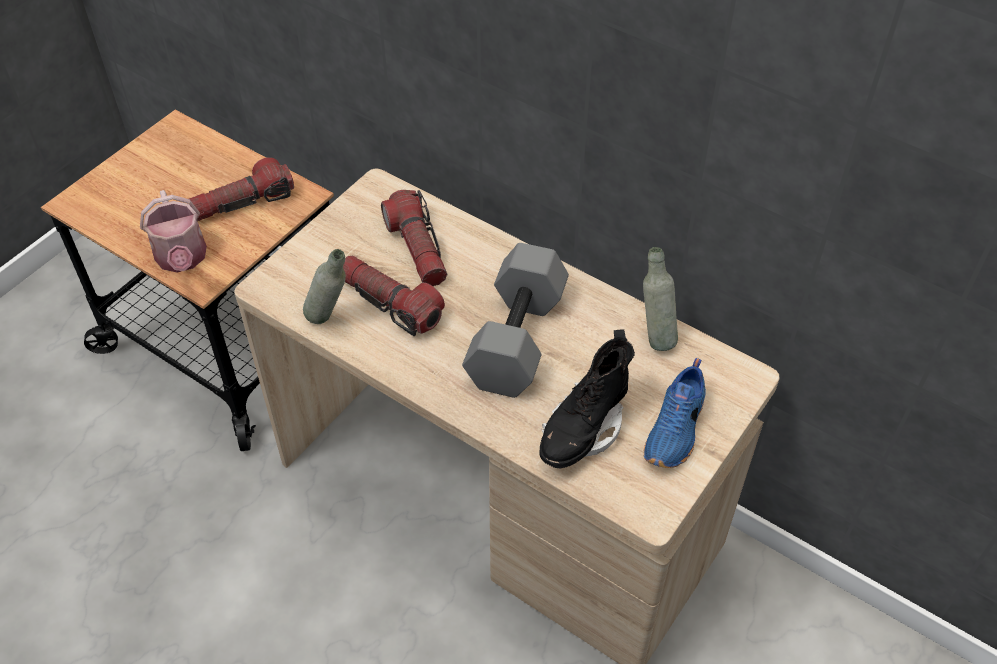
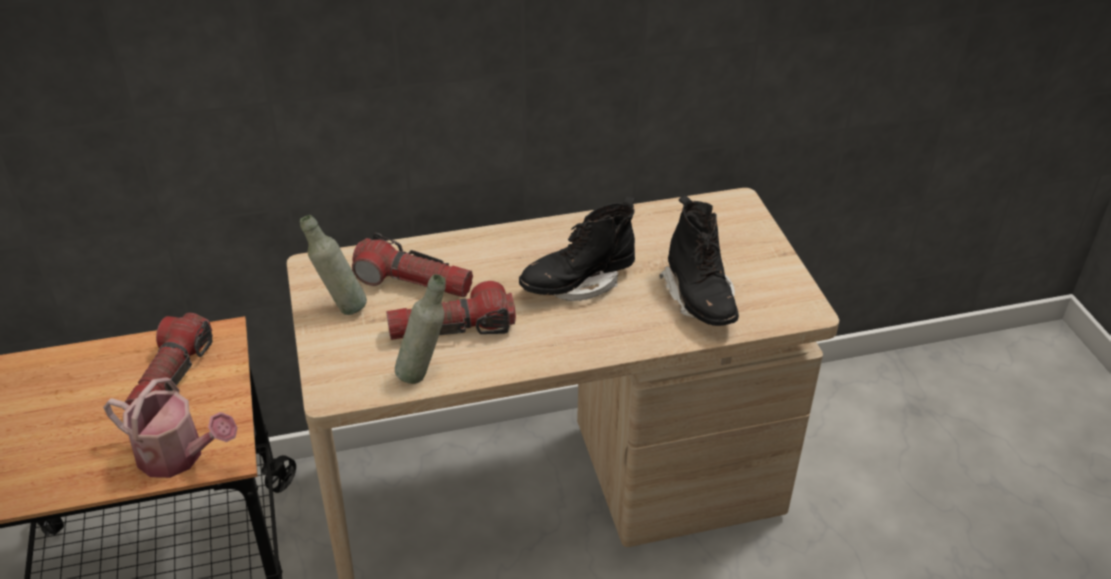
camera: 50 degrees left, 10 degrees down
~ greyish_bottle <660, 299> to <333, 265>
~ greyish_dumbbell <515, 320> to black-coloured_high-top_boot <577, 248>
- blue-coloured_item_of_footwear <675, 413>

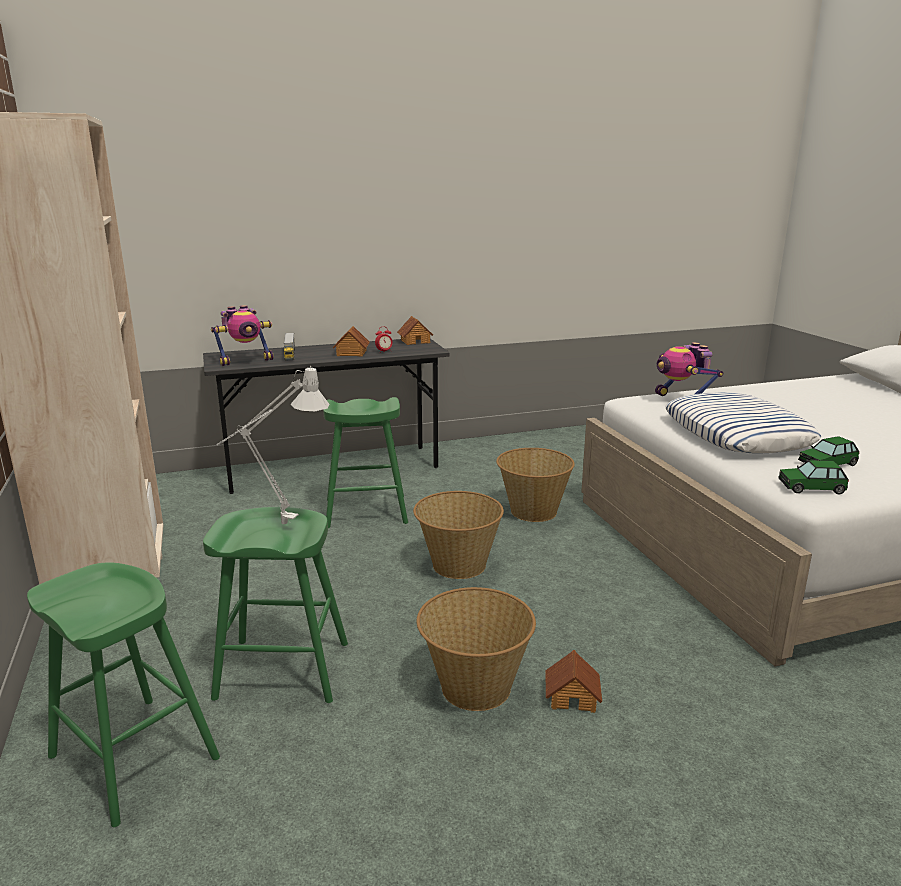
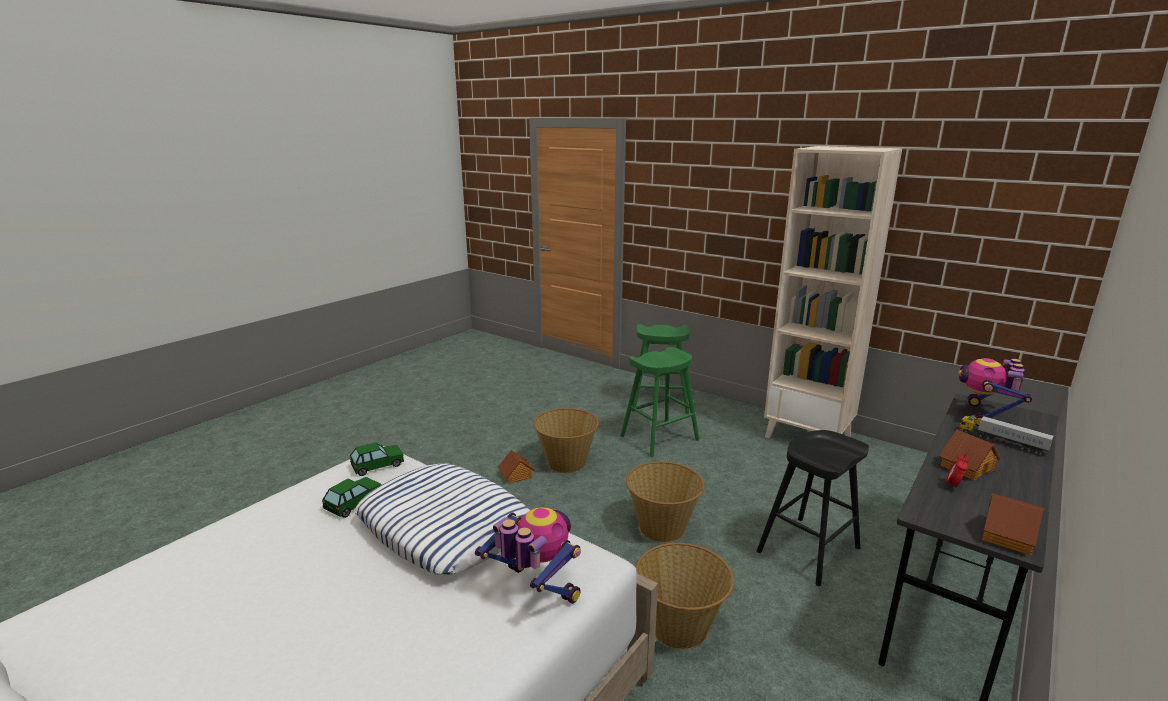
camera: 145 degrees right, 0 degrees up
~ green-coloured_stool_seat <365, 462> to black-coloured_stool_seat <813, 508>
- greyish_lamp_for_a_table <273, 445>

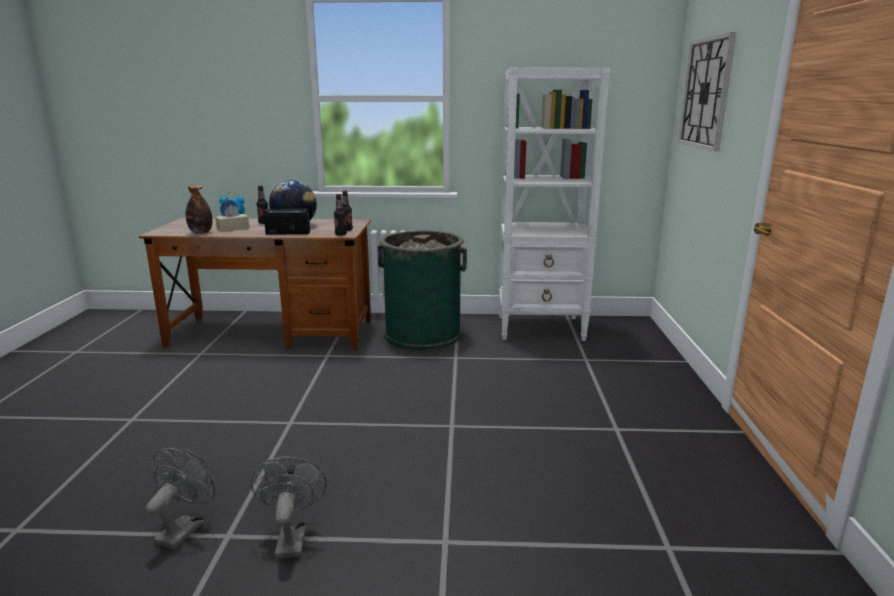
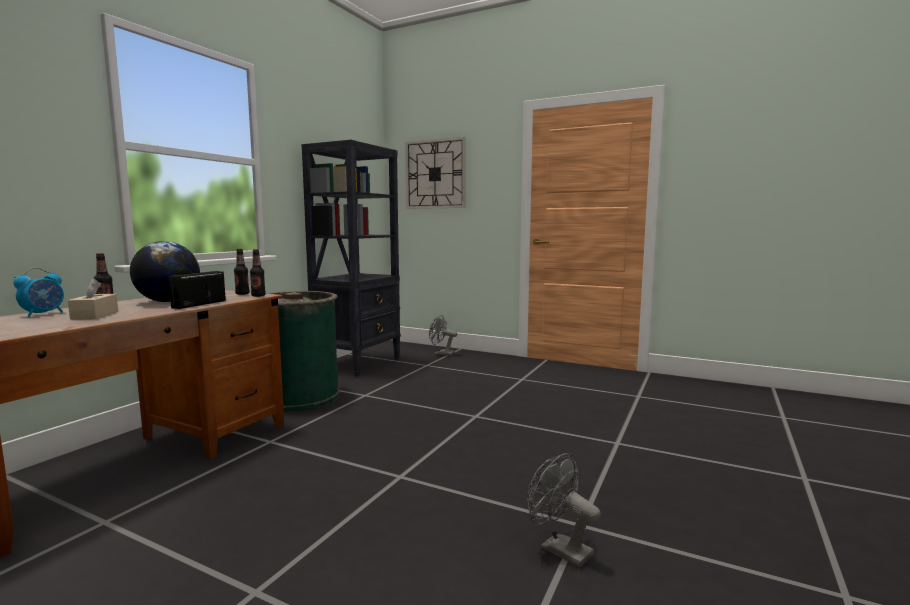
camera: 65 degrees left, 10 degrees down
~ white_bookcase <554, 204> to black-coloured_bookcase <351, 258>
~ greyish_cooling_fan <288, 507> to <443, 335>
- bottle <199, 209>

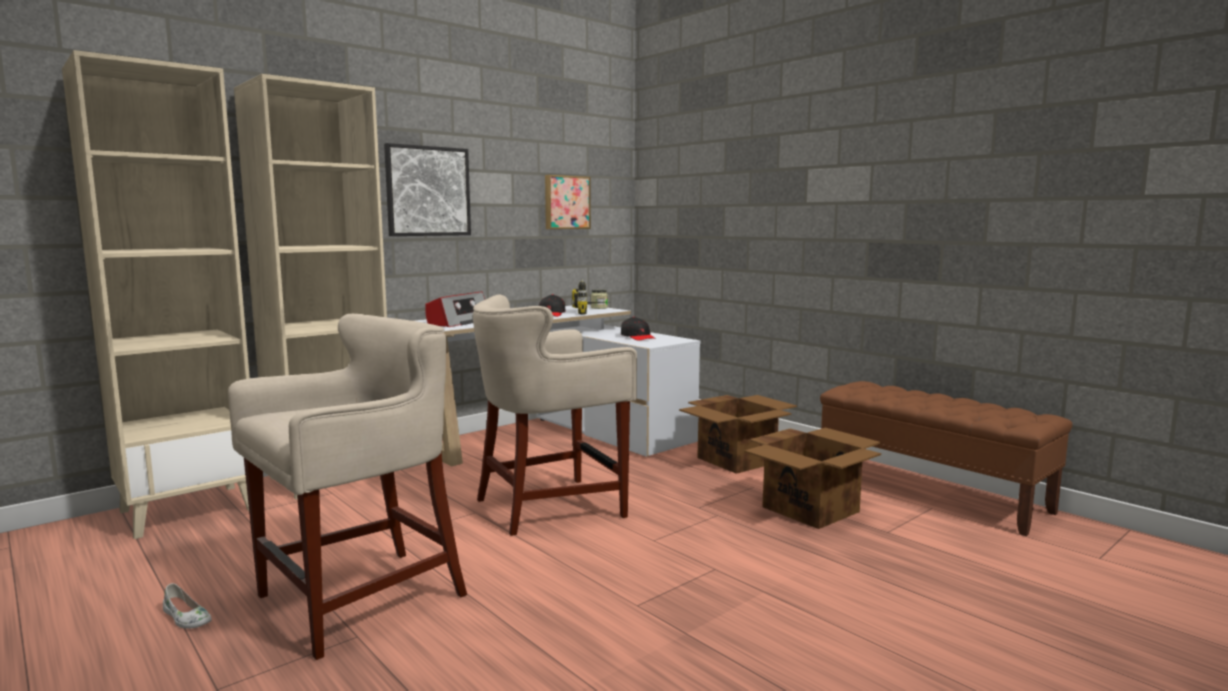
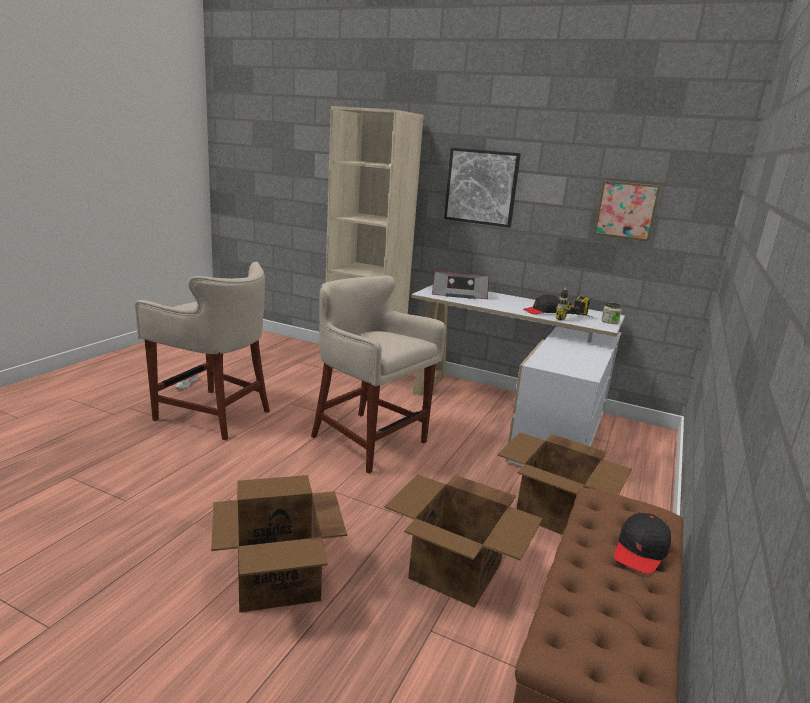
camera: 65 degrees right, 10 degrees up
+ carton <279, 544>
~ black-coloured_baseball_cap <638, 329> to <642, 544>
- beige-coloured_bookcase <156, 294>

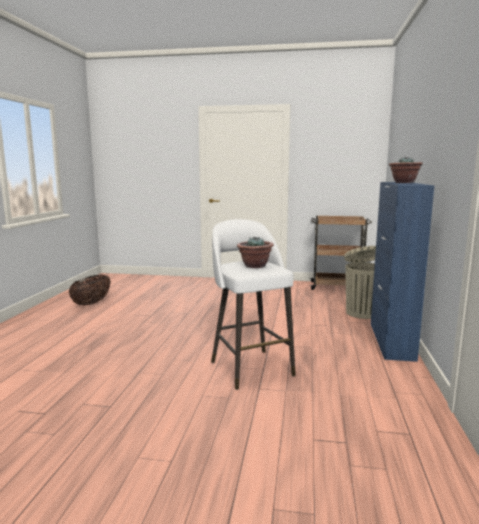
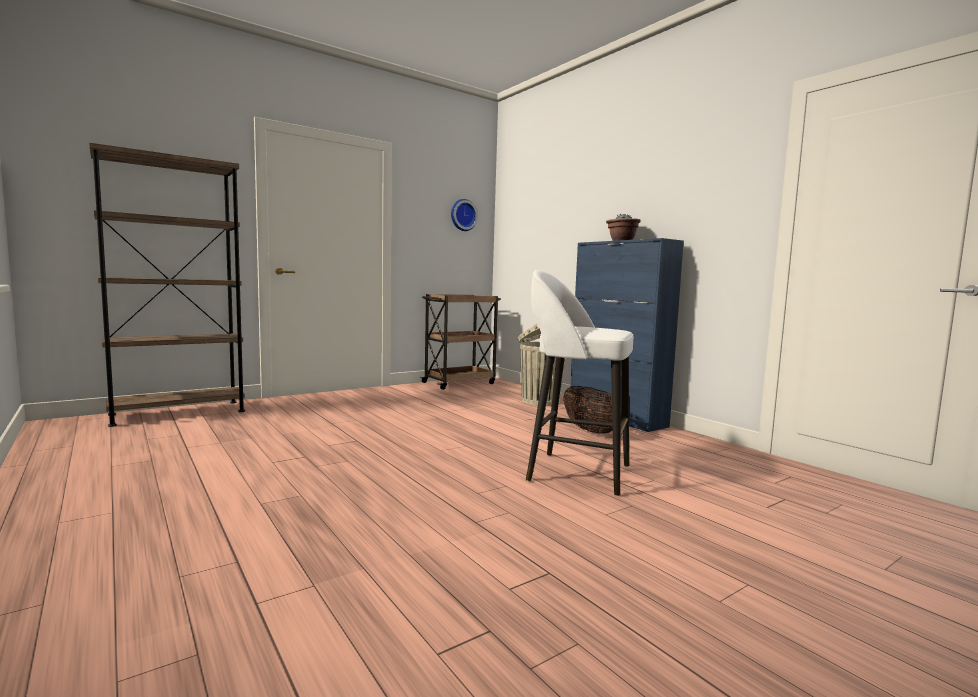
camera: 45 degrees left, 5 degrees down
+ brownish_bookcase <167, 285>
+ clock_on_the_wall <464, 215>
~ household_basket <89, 290> to <593, 410>
- potted_plant <255, 252>

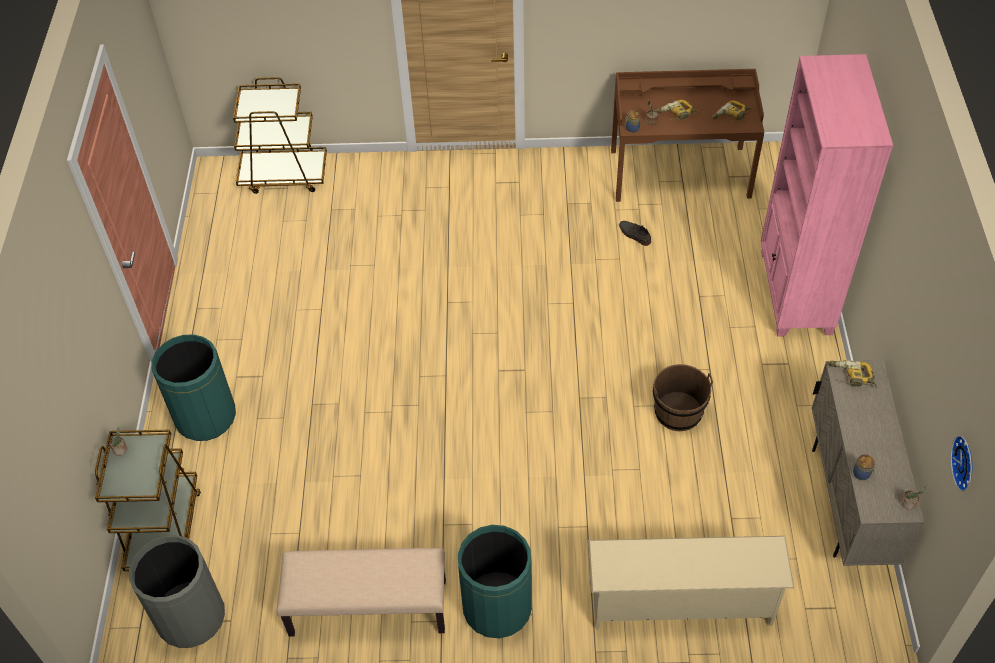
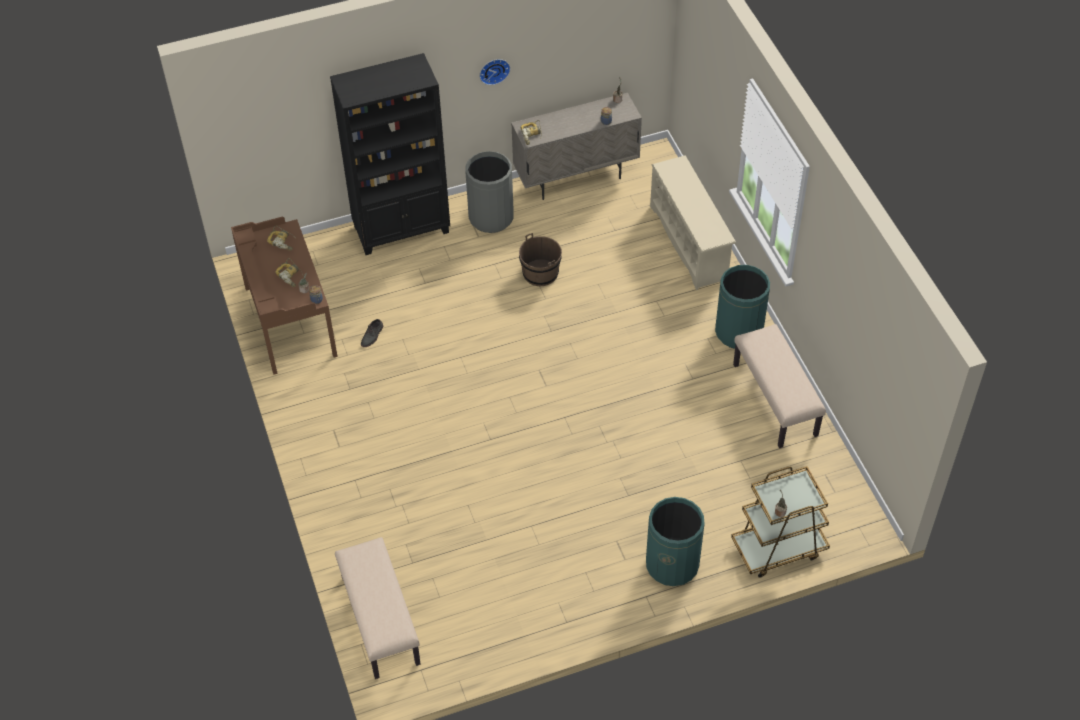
camera: 110 degrees left, 0 degrees up
~ pink_bookcase <827, 195> to black-coloured_bookcase <390, 154>
~ brownish_wheeled_cart <280, 135> to beige-coloured_long_seat <377, 608>
~ greyish_rubbish_bin <177, 591> to <489, 192>
~ clock_on_the_wall <961, 463> to <494, 72>

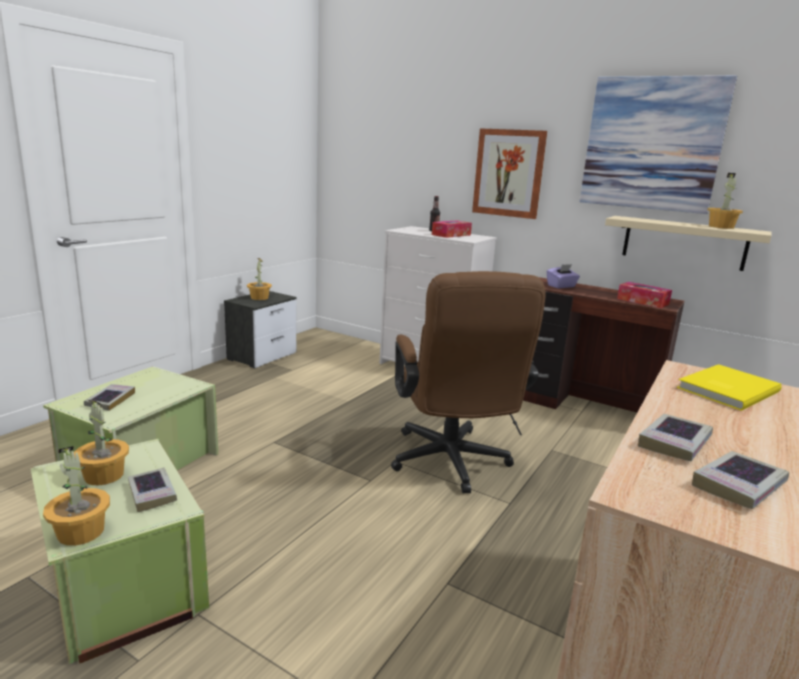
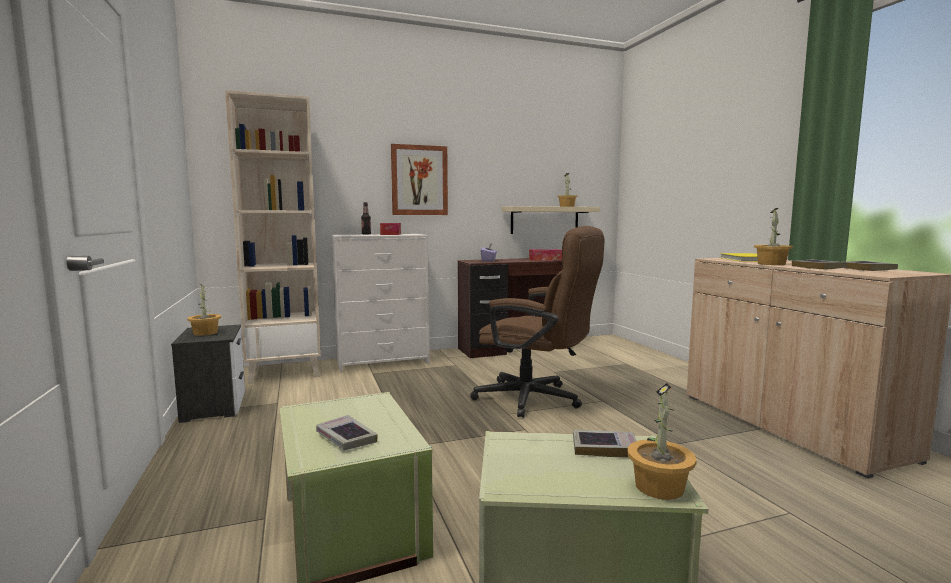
camera: 50 degrees left, 10 degrees down
+ beige-coloured_bookcase <273, 237>
~ potted_plant <101, 443> to <773, 236>
- wall_picture <658, 144>

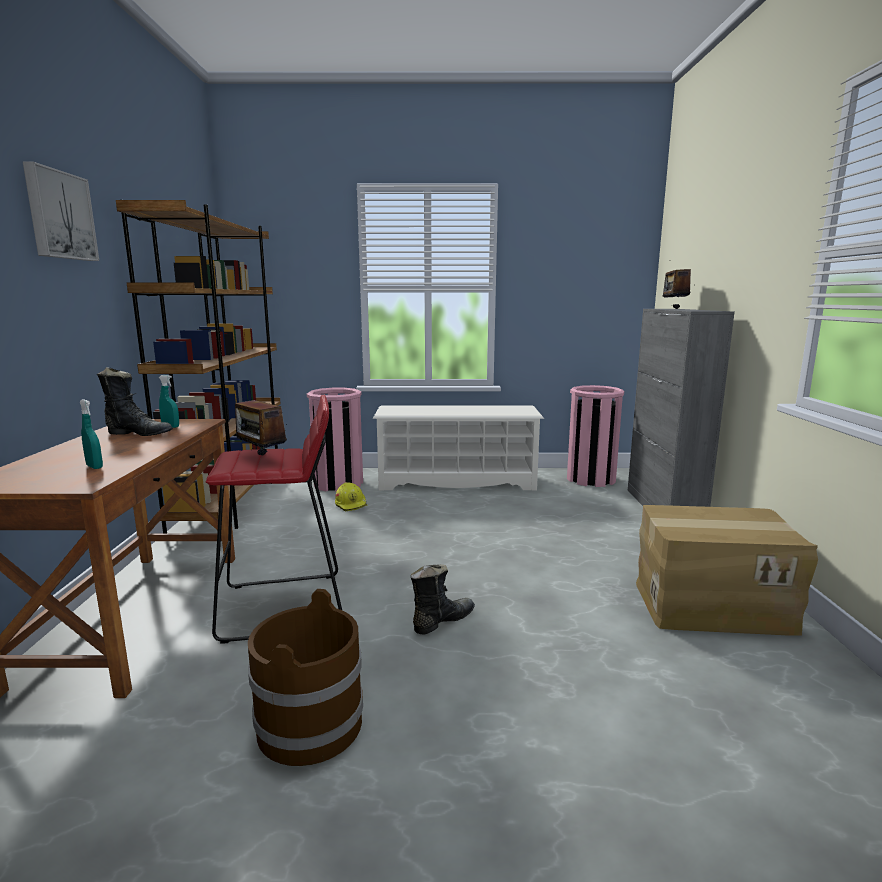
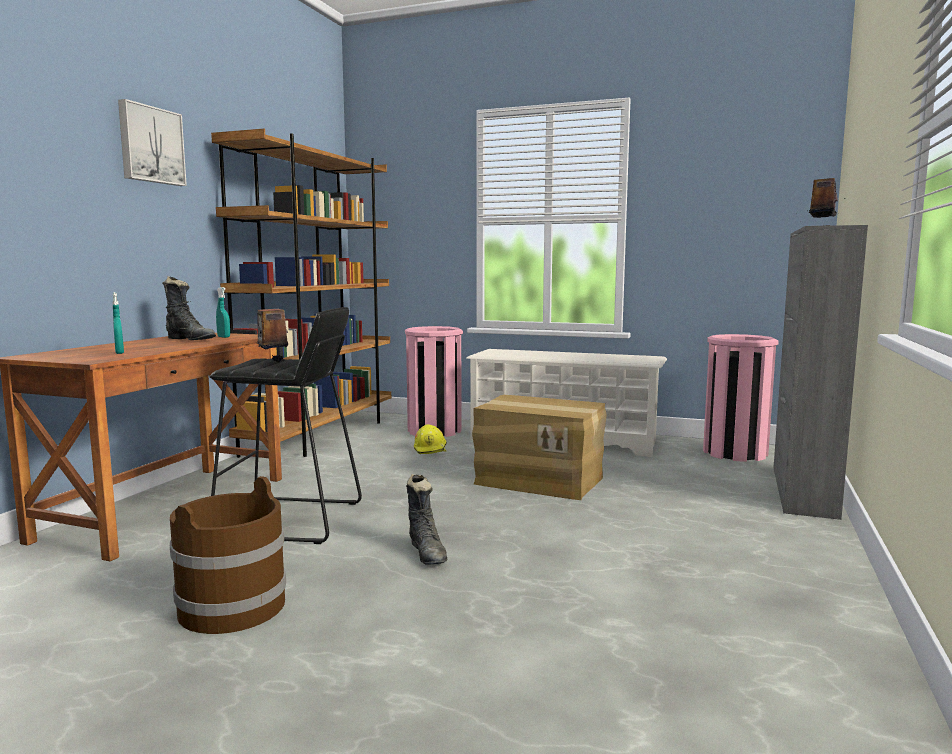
camera: 20 degrees right, 5 degrees down
~ reddish_stool_seat <274, 518> to black-coloured_stool_seat <285, 425>
~ black-coloured_high-top_boot <443, 599> = <426, 519> 90 degrees clockwise
~ carton <727, 570> to <539, 447>

